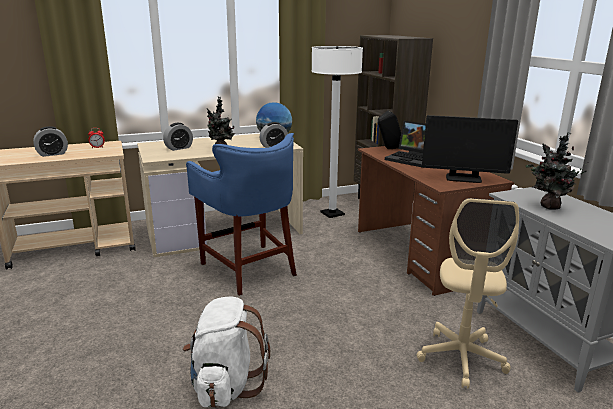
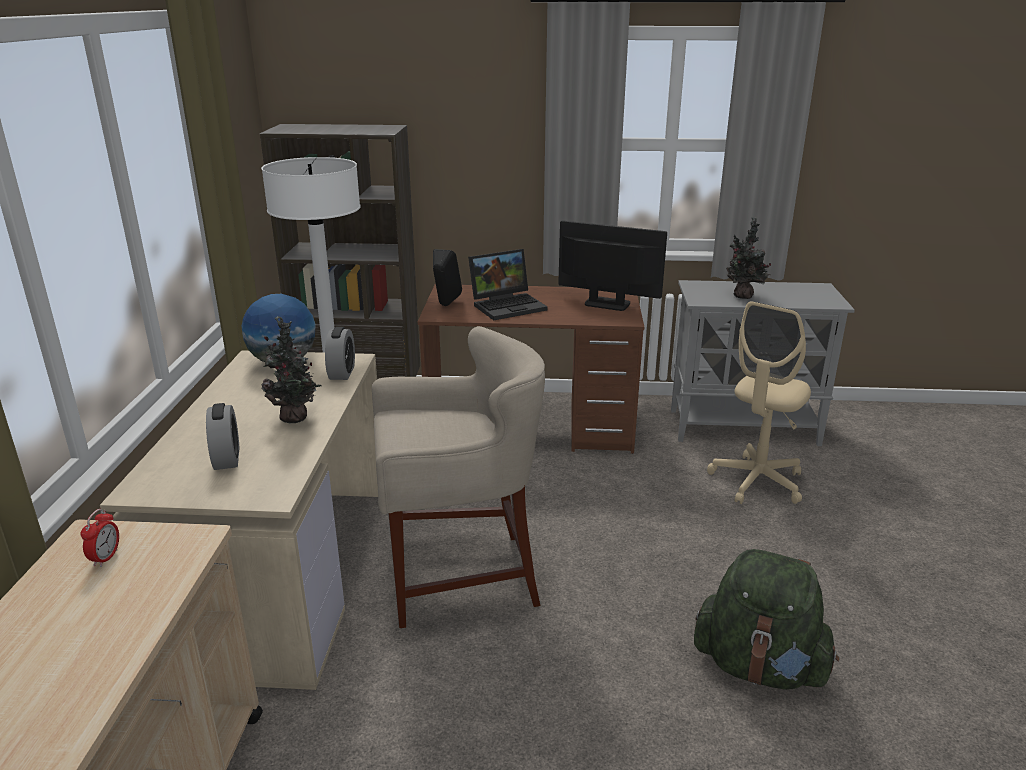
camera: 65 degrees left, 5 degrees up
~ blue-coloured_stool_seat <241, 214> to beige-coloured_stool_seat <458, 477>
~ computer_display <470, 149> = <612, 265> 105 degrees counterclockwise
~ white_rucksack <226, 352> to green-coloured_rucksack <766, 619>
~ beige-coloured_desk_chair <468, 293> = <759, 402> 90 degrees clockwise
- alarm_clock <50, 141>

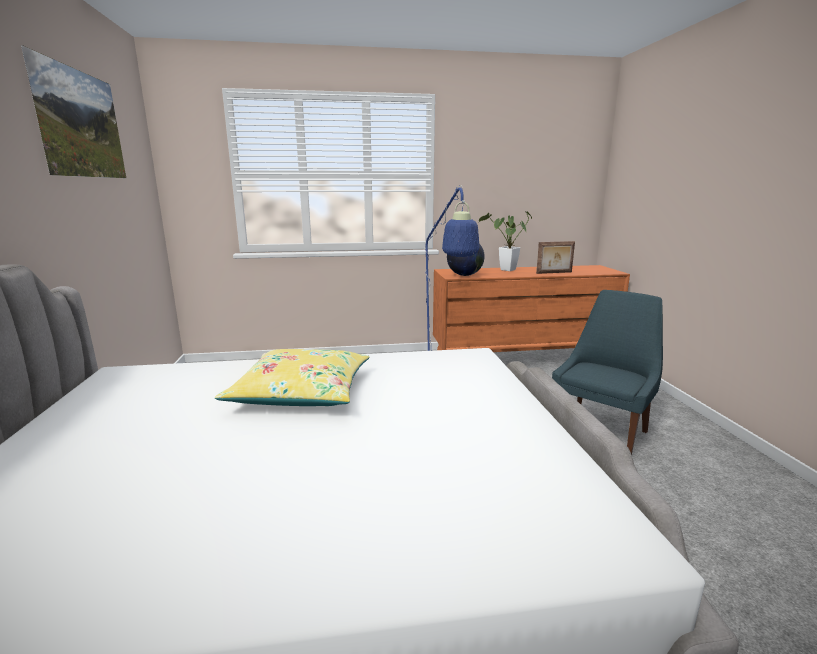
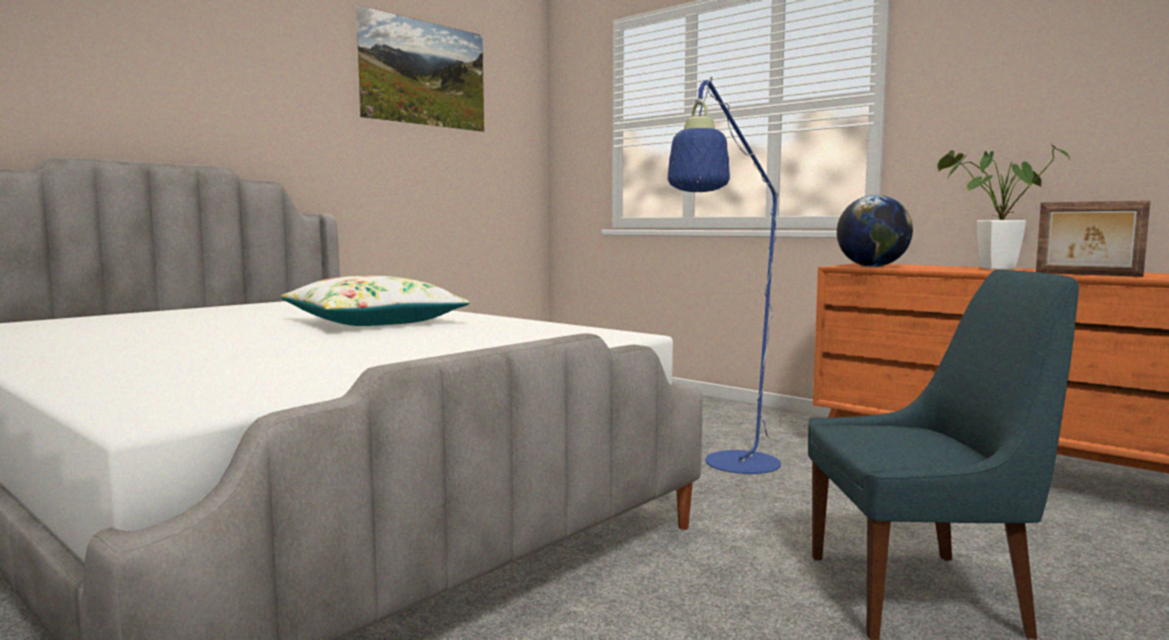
camera: 50 degrees right, 10 degrees down
~ yellowish_throw_pillow <292, 377> to white_throw_pillow <375, 301>

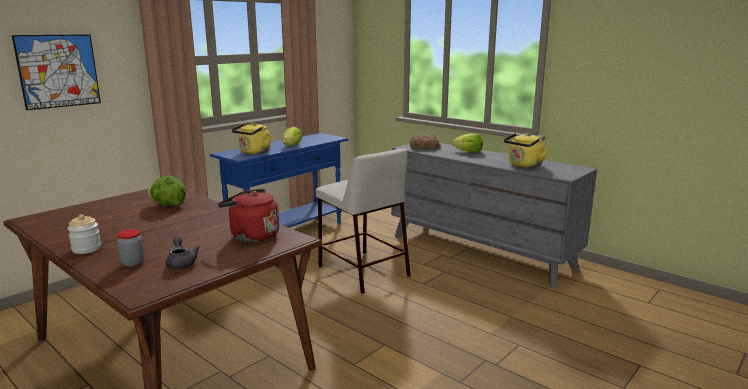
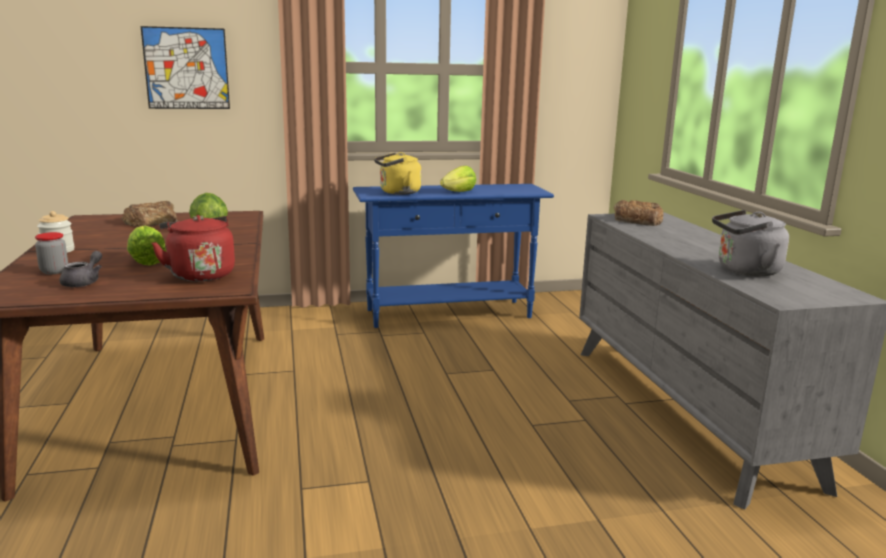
camera: 35 degrees right, 0 degrees up
+ bread <149, 214>
~ lettuce <467, 143> to <146, 245>
~ yellowish_water_kettle <526, 150> to greyish_water_kettle <750, 243>
- beige-coloured_stool_seat <363, 221>

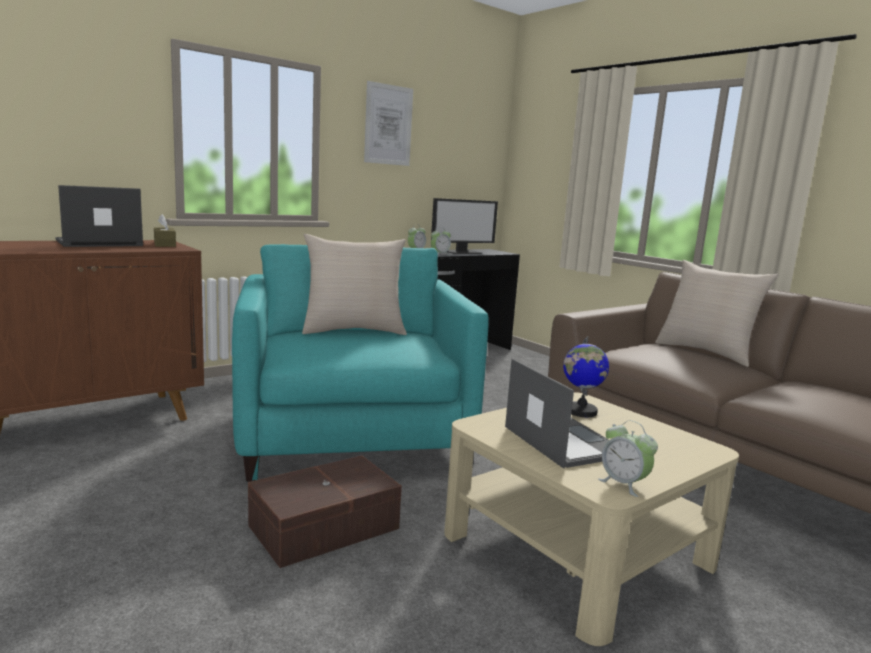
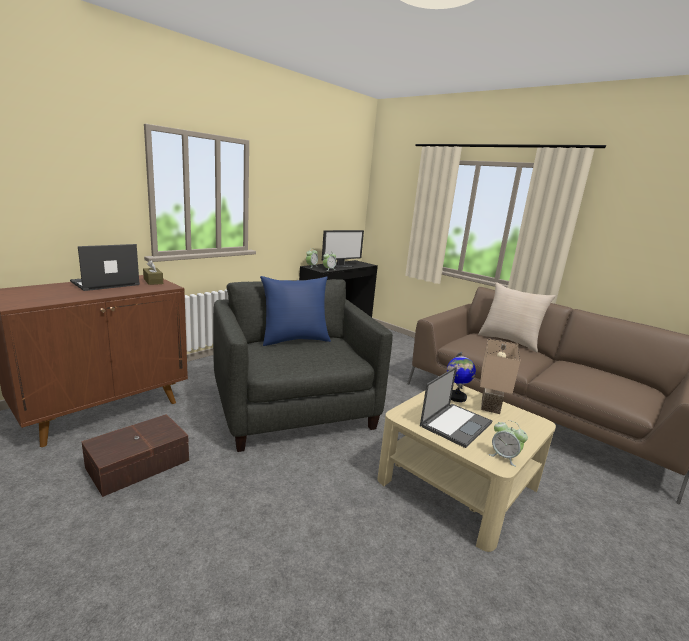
camera: 10 degrees left, 5 degrees up
~ brownish_storage_box <325, 511> to <135, 455>
~ turquoise-coloured_lounge_chair <360, 363> to greyish_lounge_chair <303, 365>
~ beige-coloured_throw_pillow <354, 284> to blue-coloured_throw_pillow <295, 311>
~ laptop <557, 413> = <456, 407> 75 degrees clockwise
+ beige-coloured_lamp_for_a_table <500, 376>
- wall_picture <388, 123>

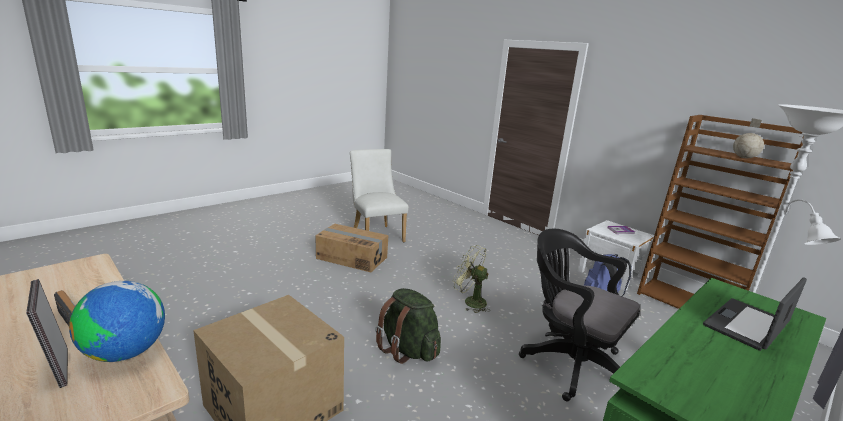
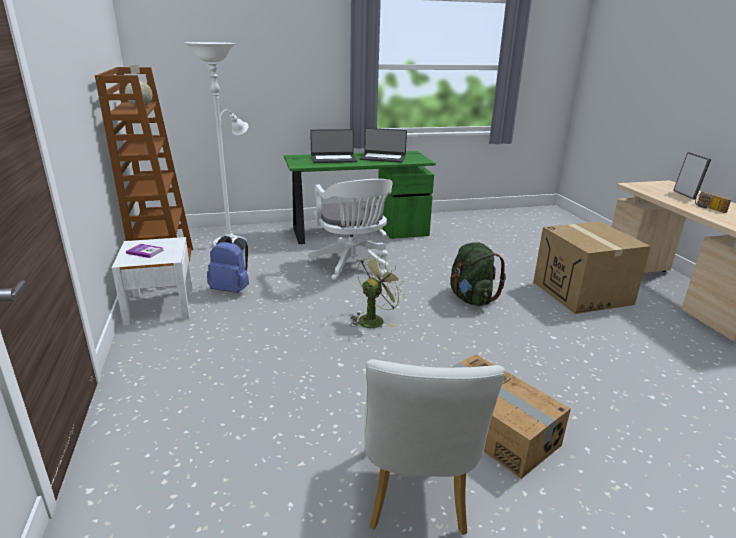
camera: 150 degrees left, 5 degrees up
~ black-coloured_desk_chair <579, 315> to white_desk_chair <350, 230>
~ green-coloured_cooling_fan <471, 279> = <378, 291> 105 degrees counterclockwise
+ laptop <383, 145>
- globe <117, 321>

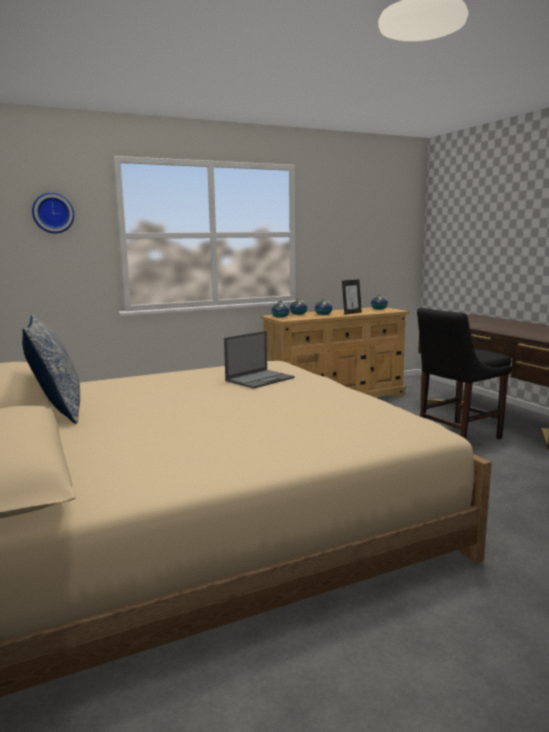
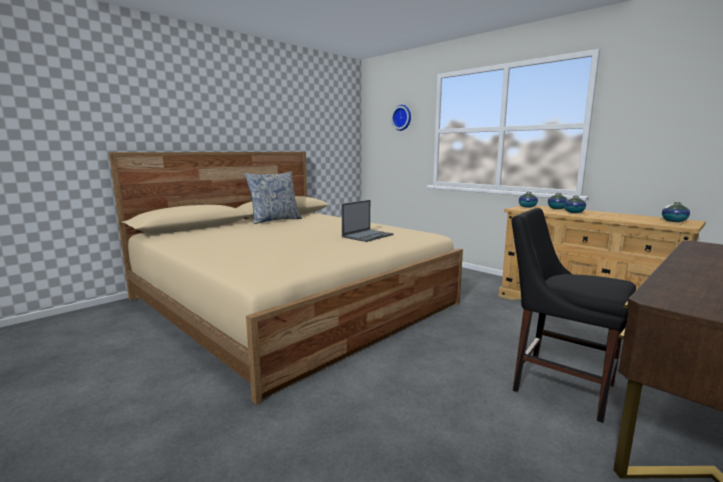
camera: 70 degrees right, 0 degrees up
~ laptop <259, 360> = <367, 221> 75 degrees counterclockwise
- photo_frame <352, 297>

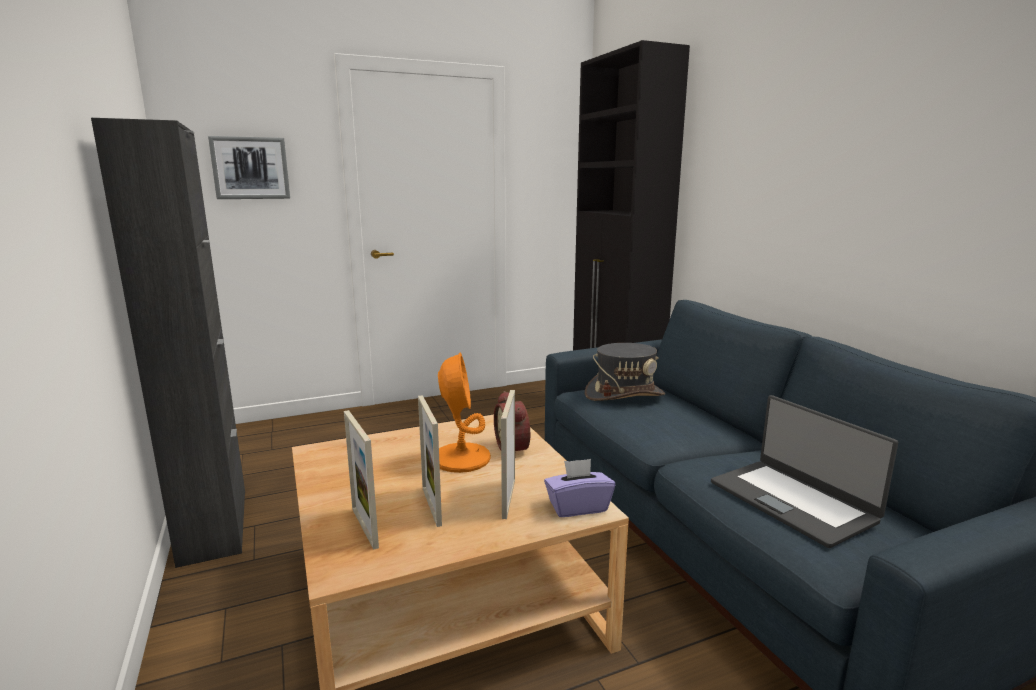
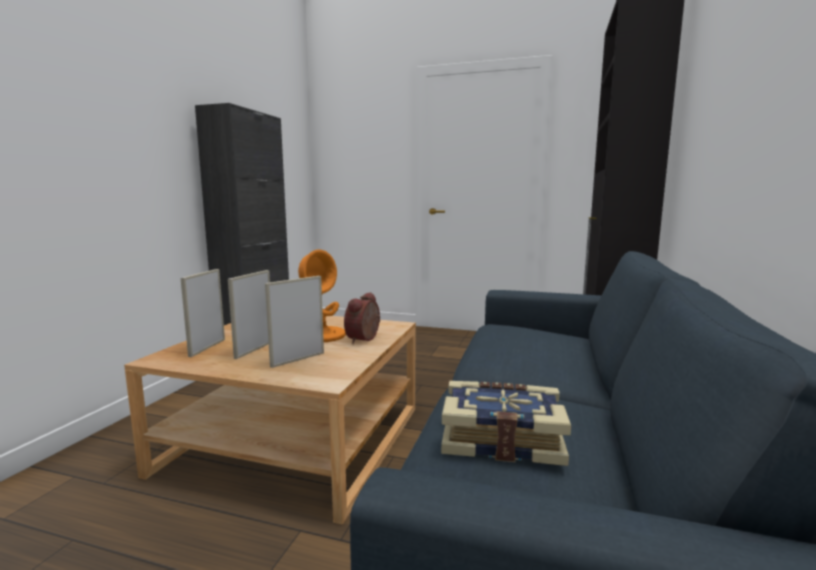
camera: 40 degrees right, 5 degrees down
~ laptop <804, 471> to bound_book <506, 423>
- wall_picture <249, 167>
- purple-coloured_tissue_holder <579, 488>
- greyish_clothing_hat <625, 372>

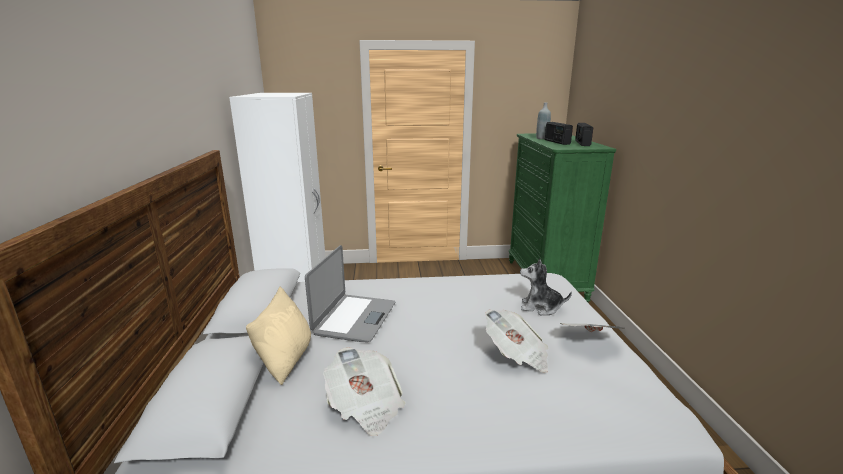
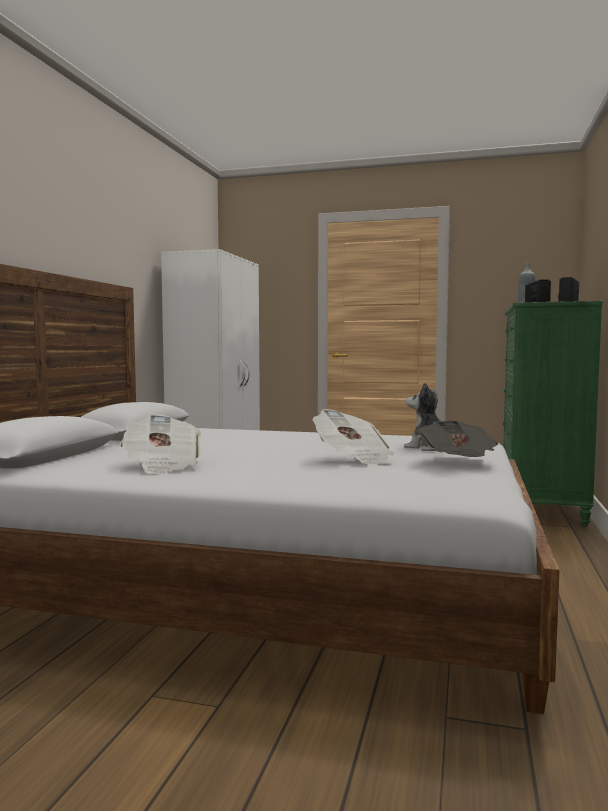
camera: 20 degrees right, 15 degrees down
- beige-coloured_throw_pillow <278, 336>
- laptop <350, 293>

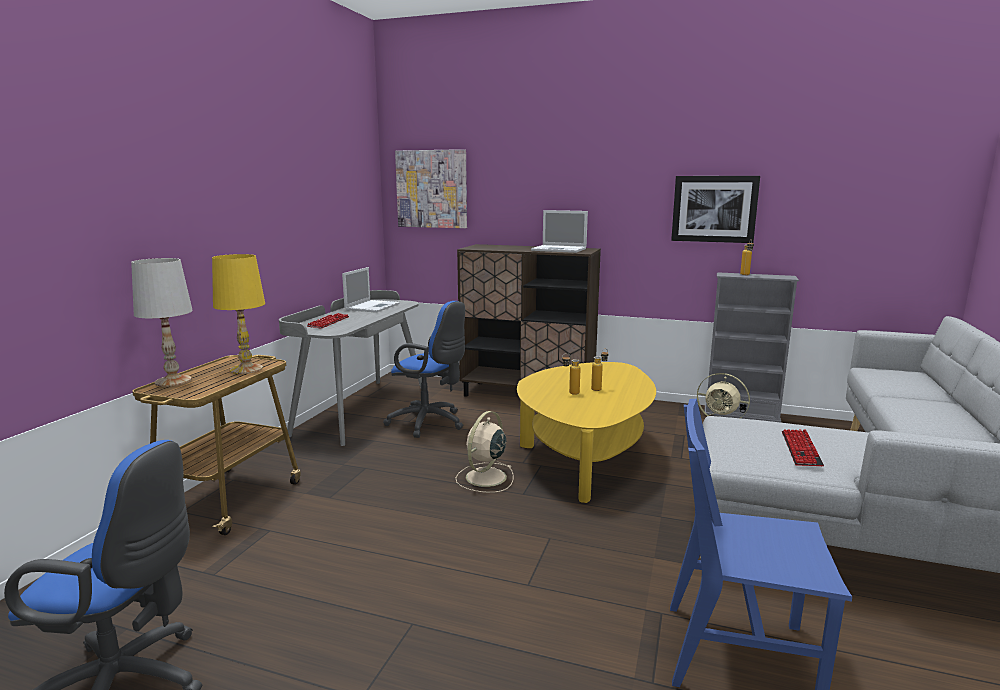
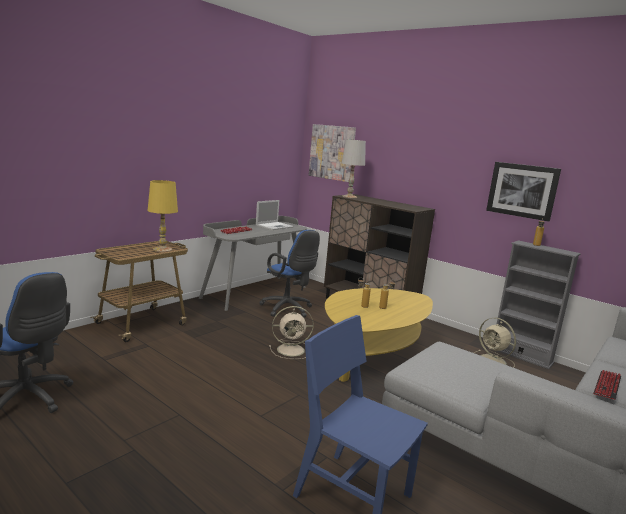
camera: 20 degrees right, 0 degrees up
~ beige-coloured_cooling_fan <485, 452> = <291, 332> 150 degrees counterclockwise
~ white_lamp_for_a_table <162, 322> to <354, 168>
~ keyboard <803, 447> to <607, 385>
- laptop <559, 231>

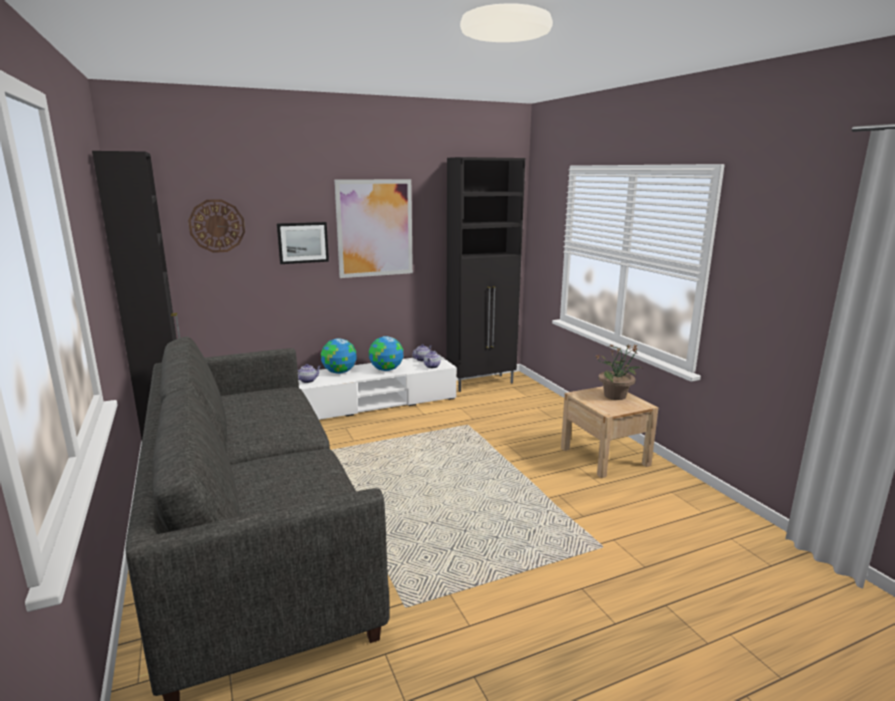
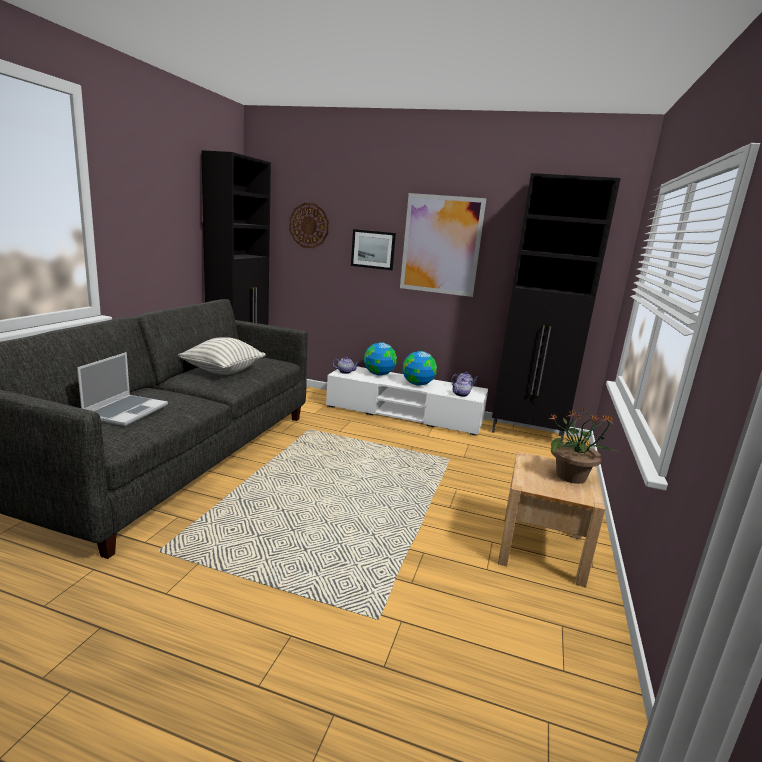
camera: 40 degrees right, 0 degrees up
+ laptop <122, 389>
+ throw_pillow <222, 356>

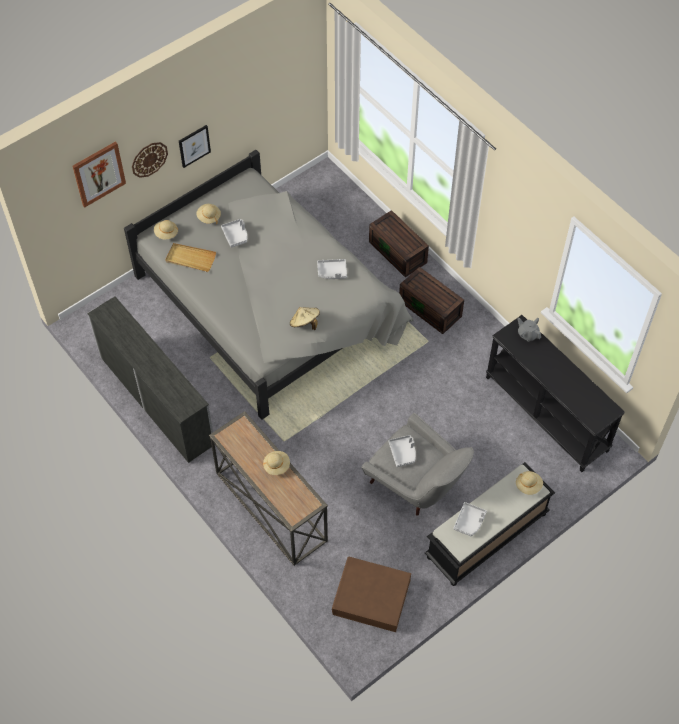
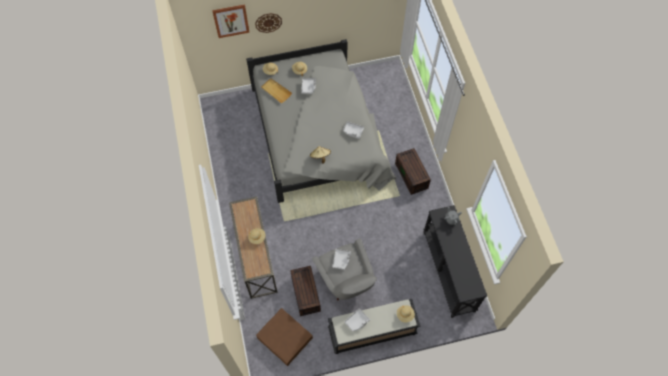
camera: 25 degrees right, 5 degrees up
~ brownish_storage_box <399, 244> to <305, 291>
- greyish_drawer_chest <150, 379>
- wall_picture <195, 146>

